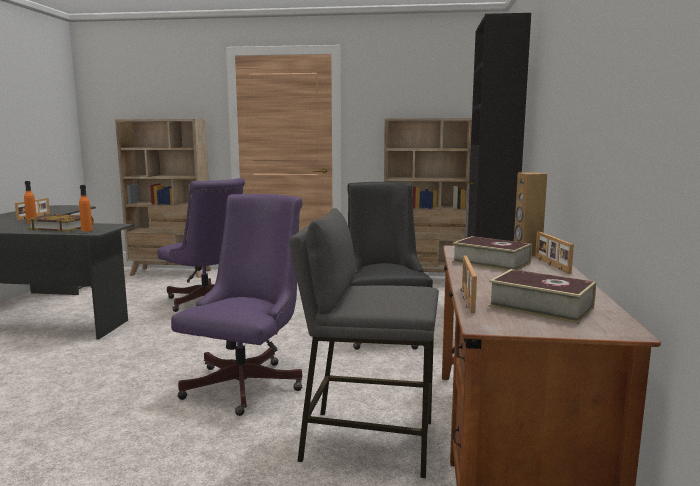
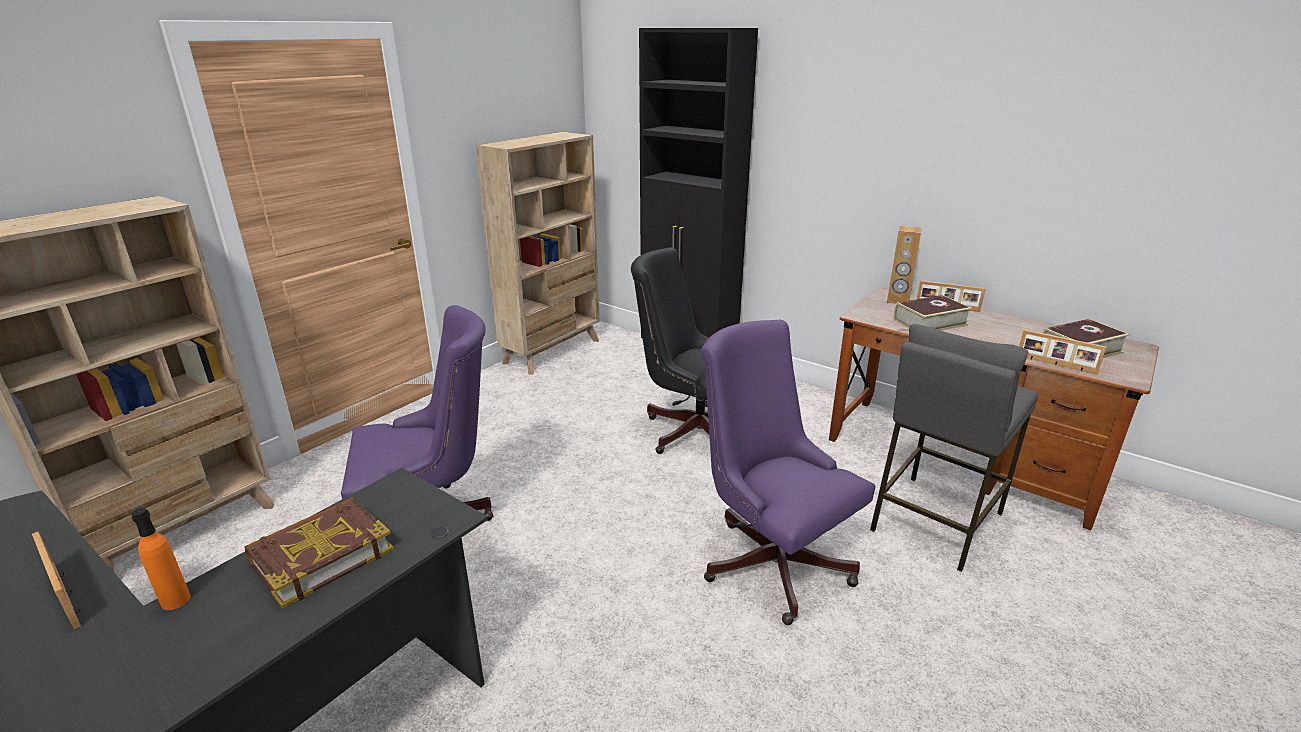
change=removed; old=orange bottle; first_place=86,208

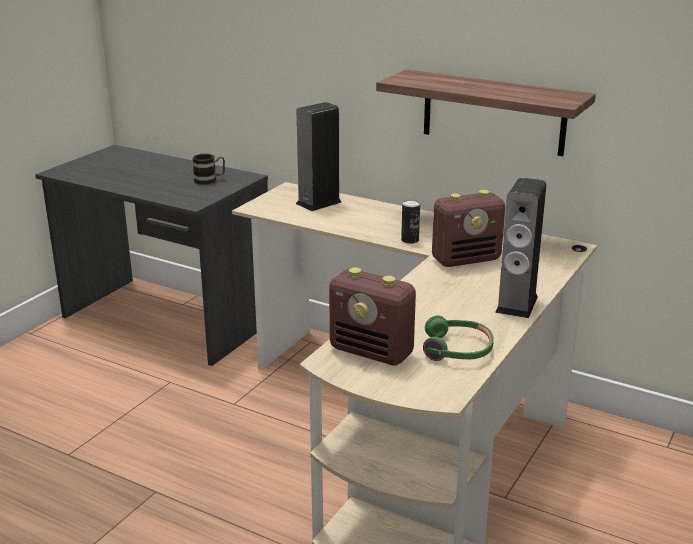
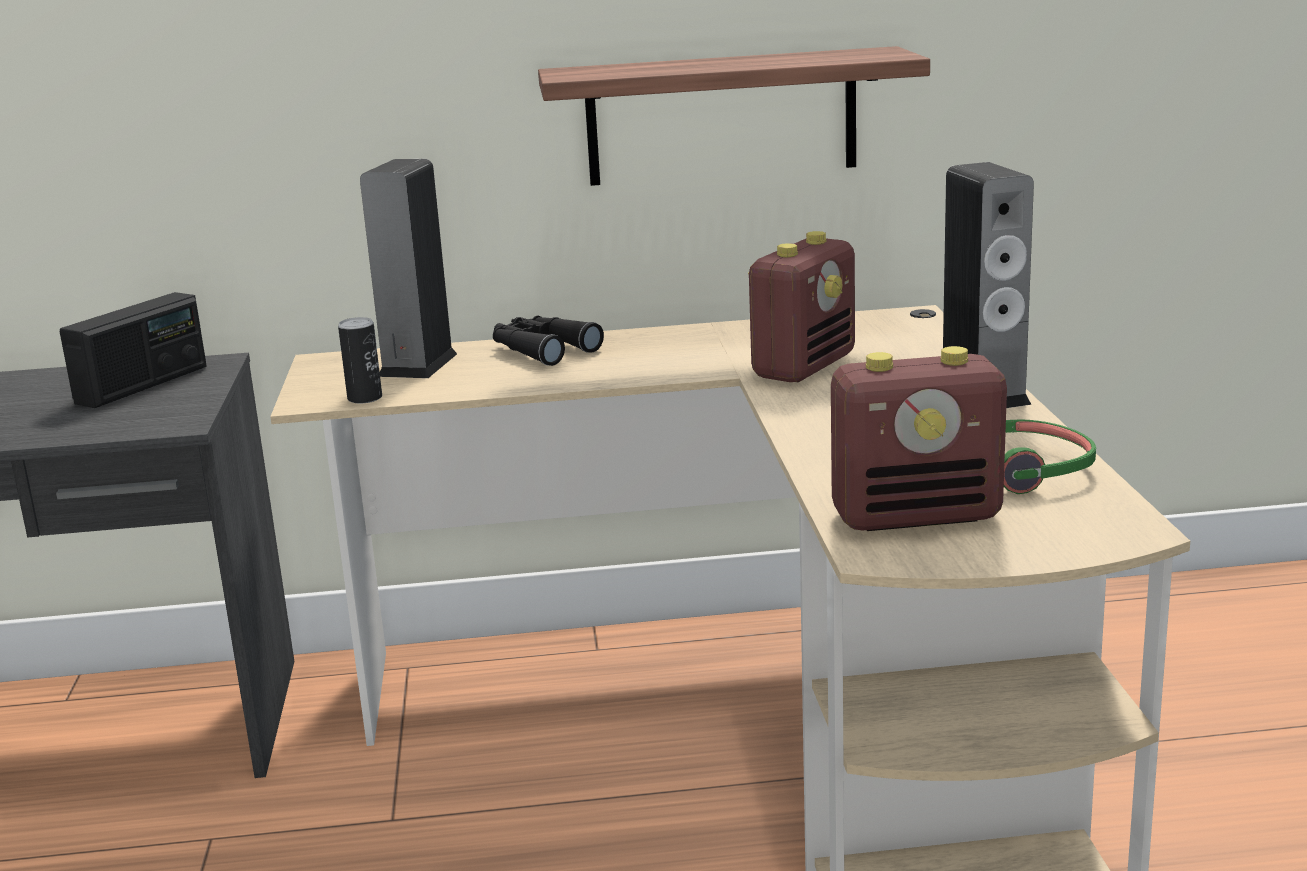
change=replaced; old=mug; new=radio; first_place=208,169; second_place=133,350
change=moved; old=can; first_place=410,222; second_place=360,360
change=added; new=black binoculars; second_place=548,341

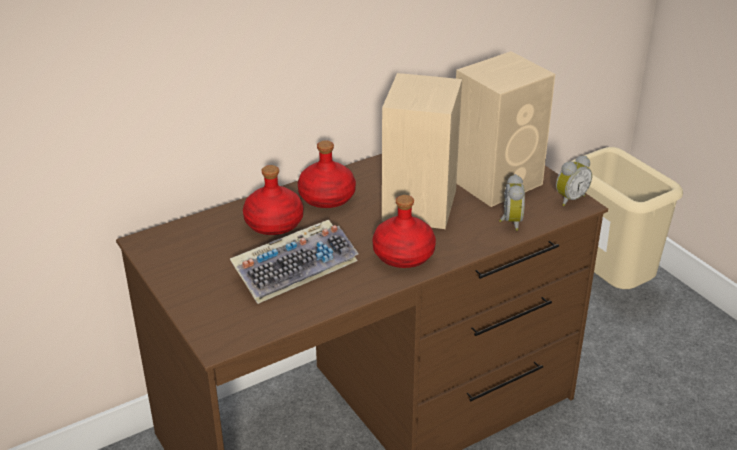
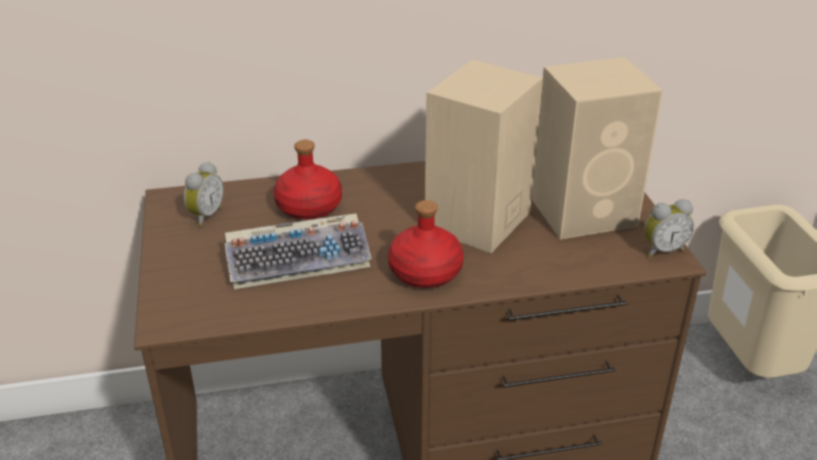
change=removed; old=red bottle; first_place=327,174
change=moved; old=alarm clock; first_place=512,202; second_place=203,194

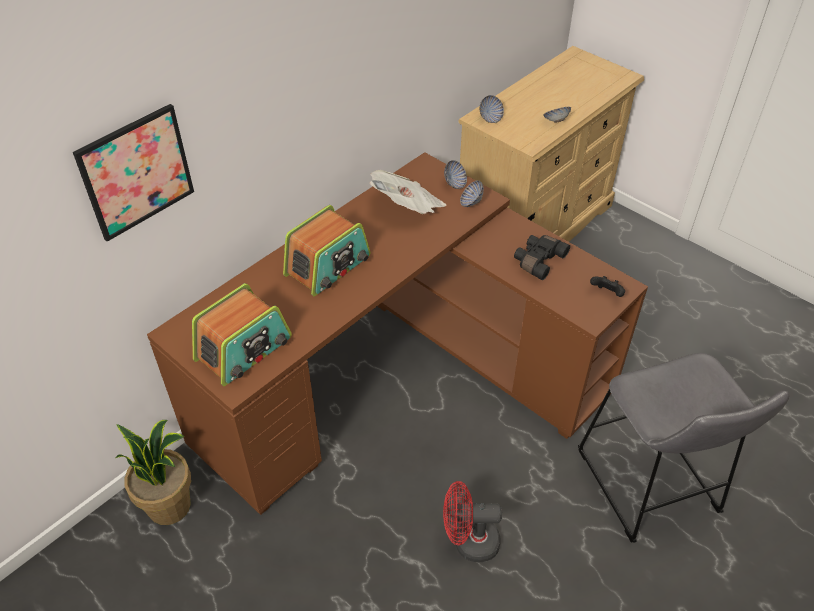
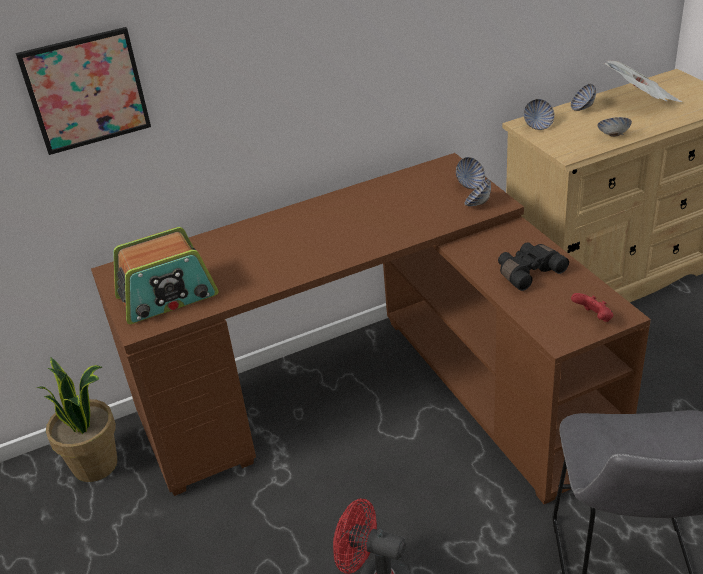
change=moved; old=newspaper; first_place=408,192; second_place=643,81
change=removed; old=radio; first_place=326,250
change=recoloured; old=black game controller; new=red game controller; first_place=607,286; second_place=592,307
change=added; new=bowl; second_place=583,97

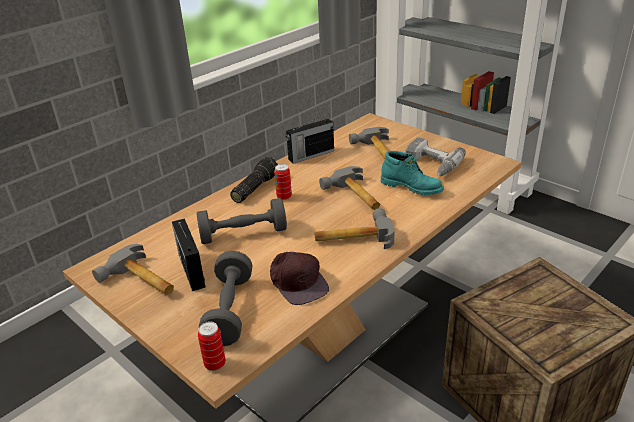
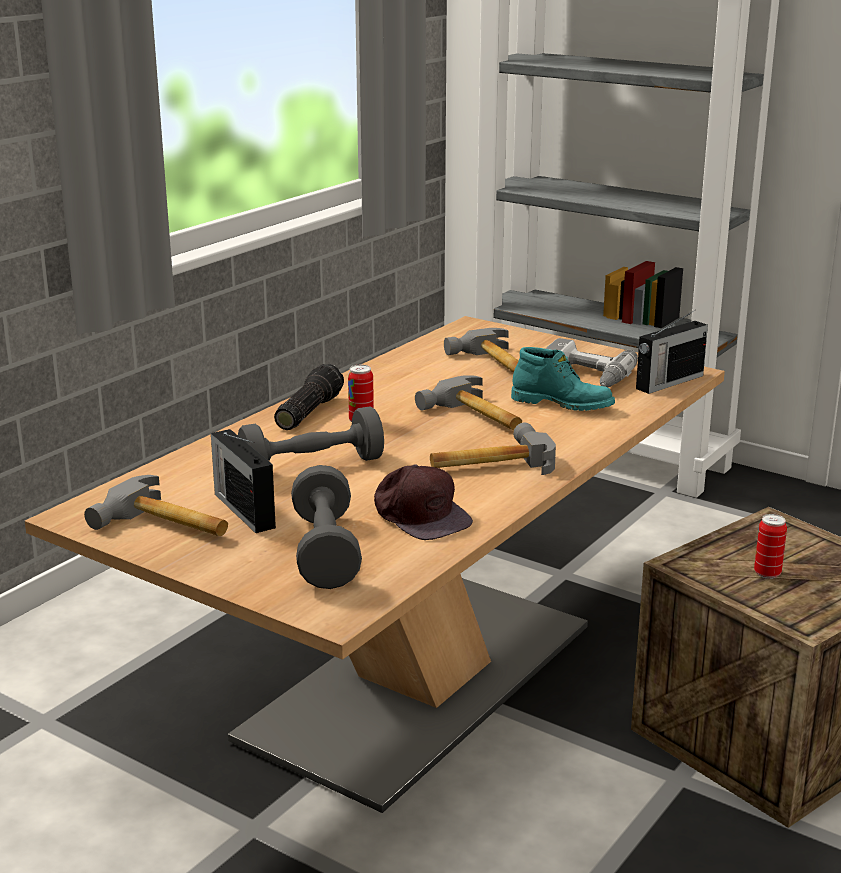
change=moved; old=radio; first_place=310,139; second_place=672,352
change=moved; old=can; first_place=212,346; second_place=770,546

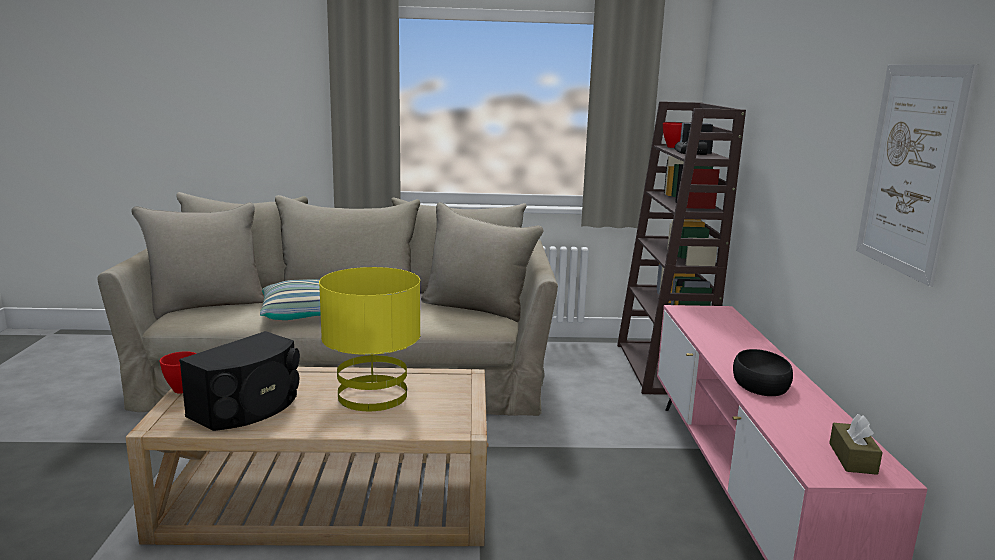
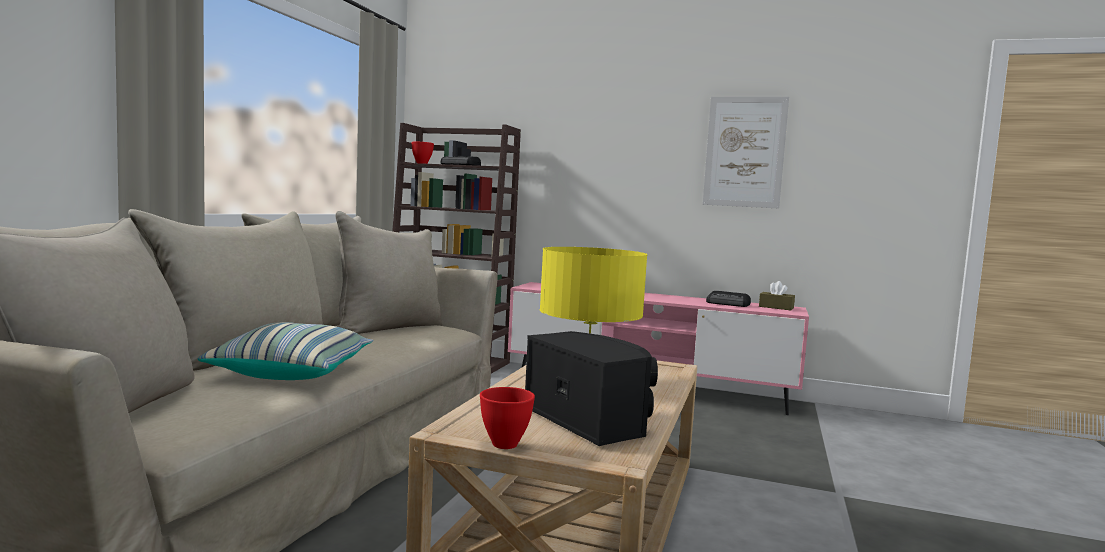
change=removed; old=black bowl; first_place=763,372
change=added; new=radio; second_place=728,299

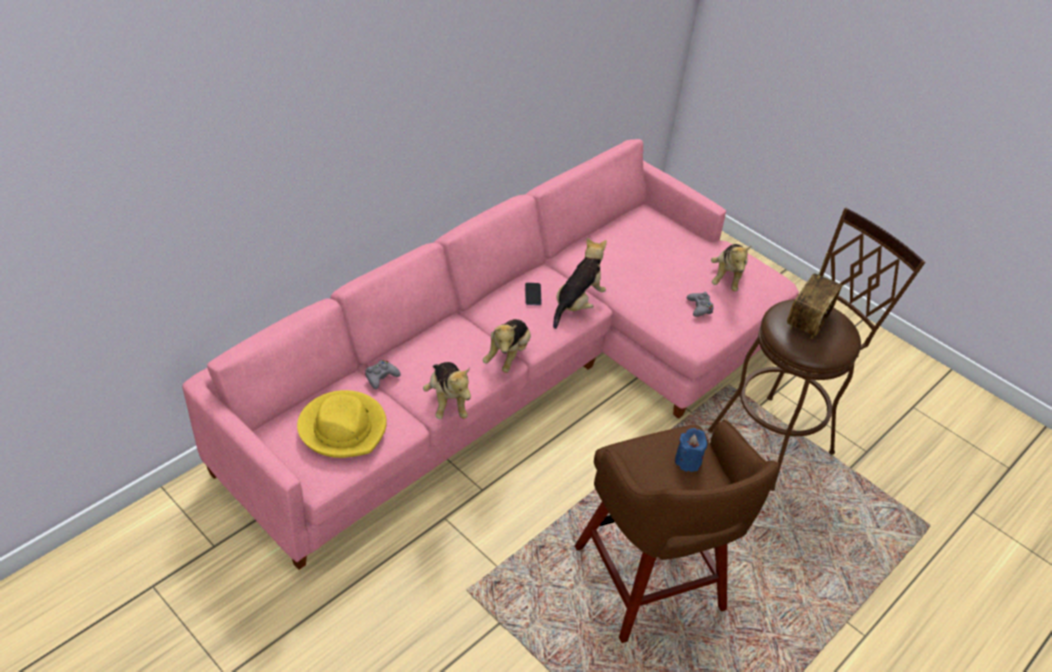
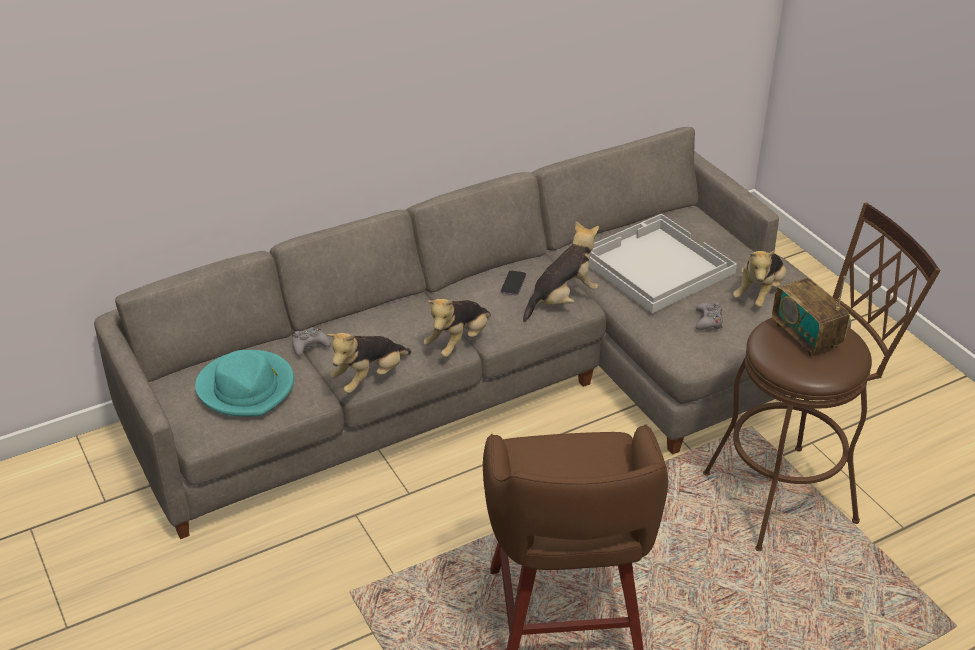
change=recoloured; old=pink sofa; new=grey sofa; first_place=490,354; second_place=472,333
change=turned; old=radio; first_place=814,295; second_place=811,316; degrees=105
change=turned; old=plush toy; first_place=447,390; second_place=369,363; degrees=45
change=recoloured; old=yellow hat; new=turquoise hat; first_place=342,424; second_place=244,383
change=removed; old=blue candle; first_place=691,450
change=added; new=white tray; second_place=663,263

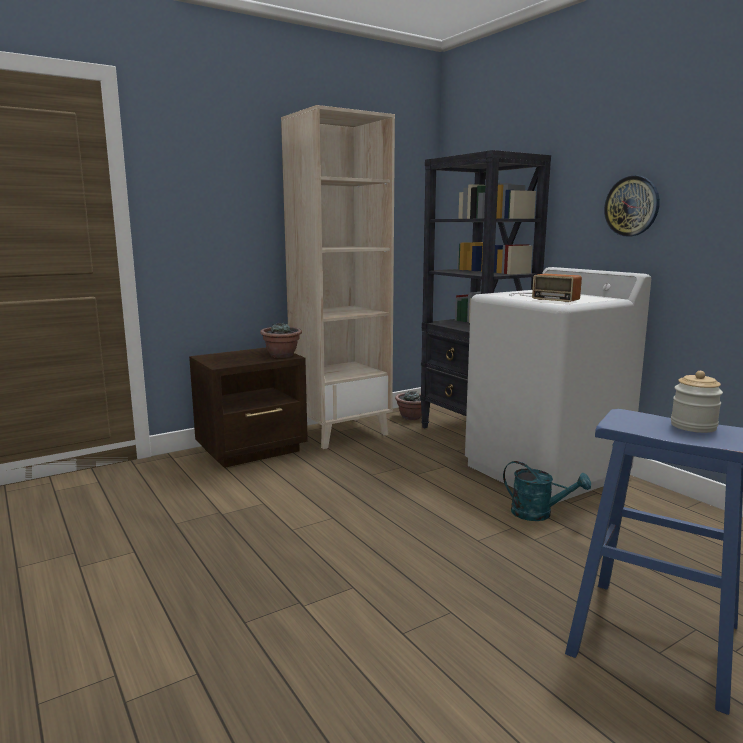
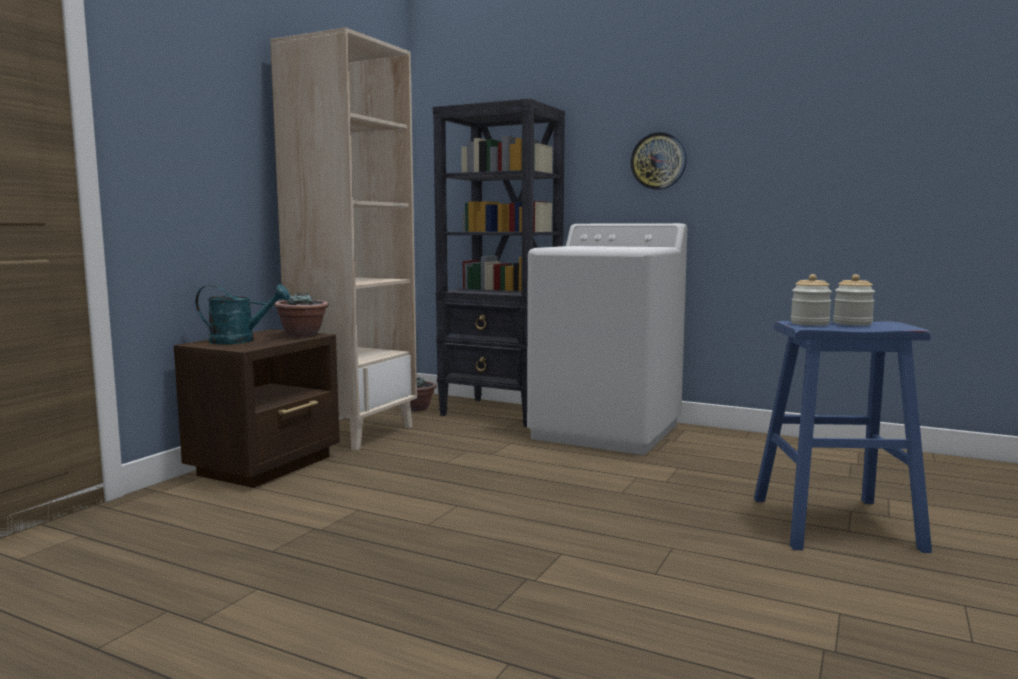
change=removed; old=radio; first_place=545,288
change=moved; old=turquoise watering can; first_place=547,491; second_place=242,314
change=added; new=jar; second_place=811,300

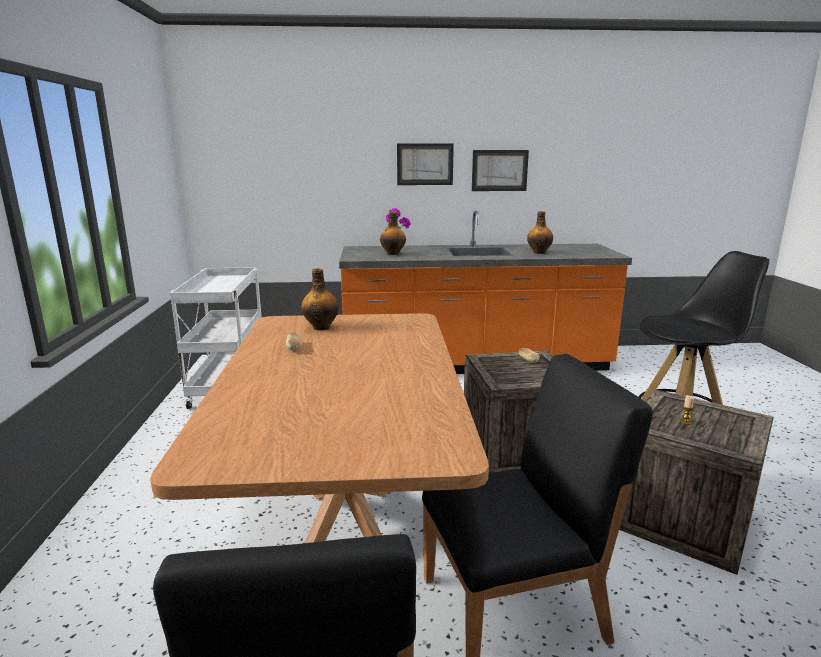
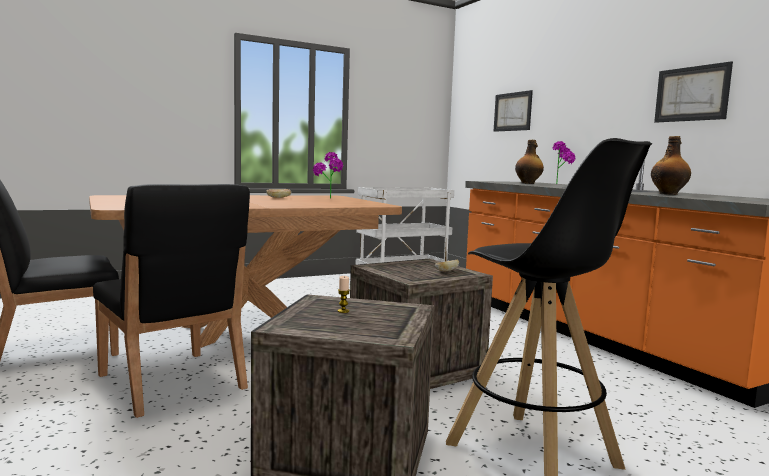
change=moved; old=picture; first_place=425,164; second_place=513,111
change=replaced; old=bottle; new=potted plant; first_place=320,299; second_place=328,175

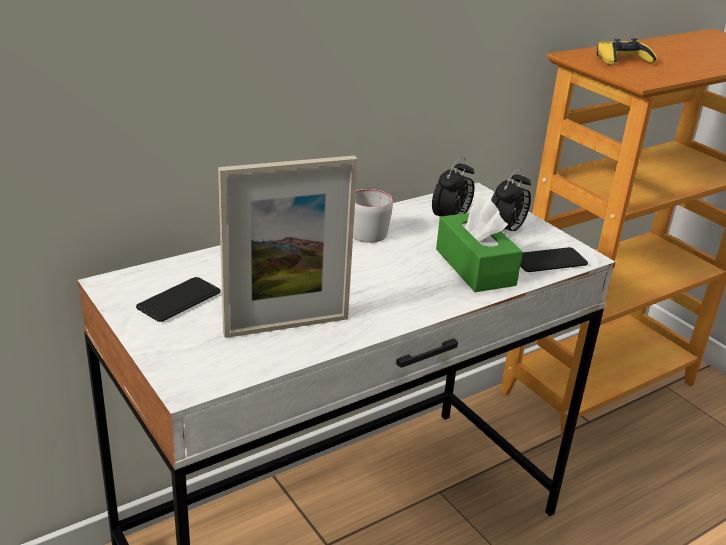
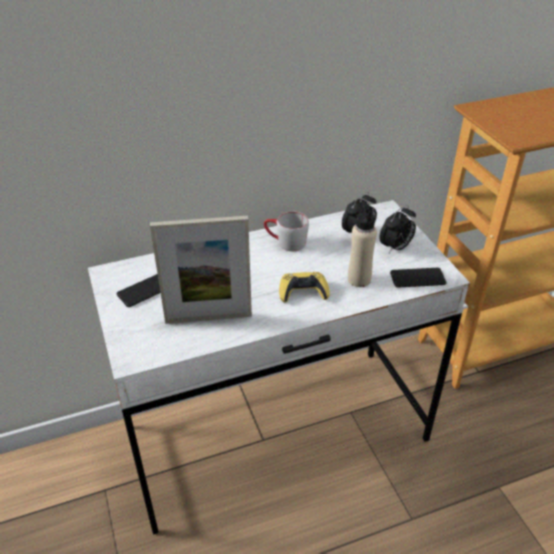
change=moved; old=yellow game controller; first_place=627,51; second_place=304,287
change=replaced; old=green tissue box; new=beige bottle; first_place=479,244; second_place=362,244

